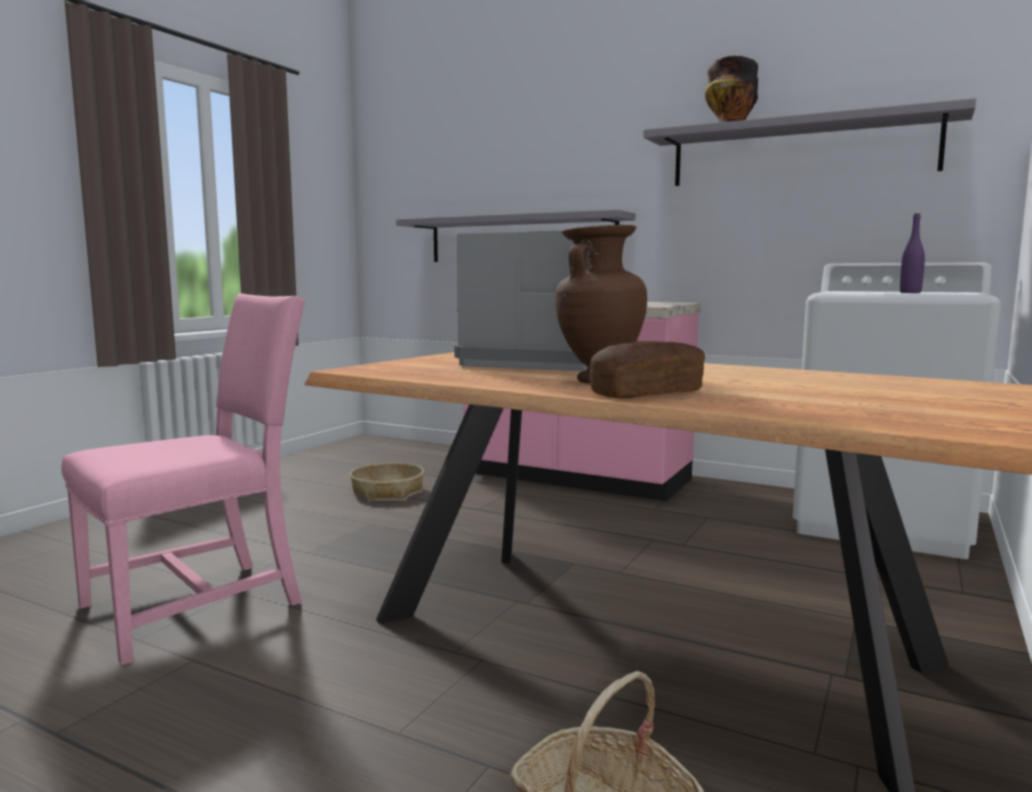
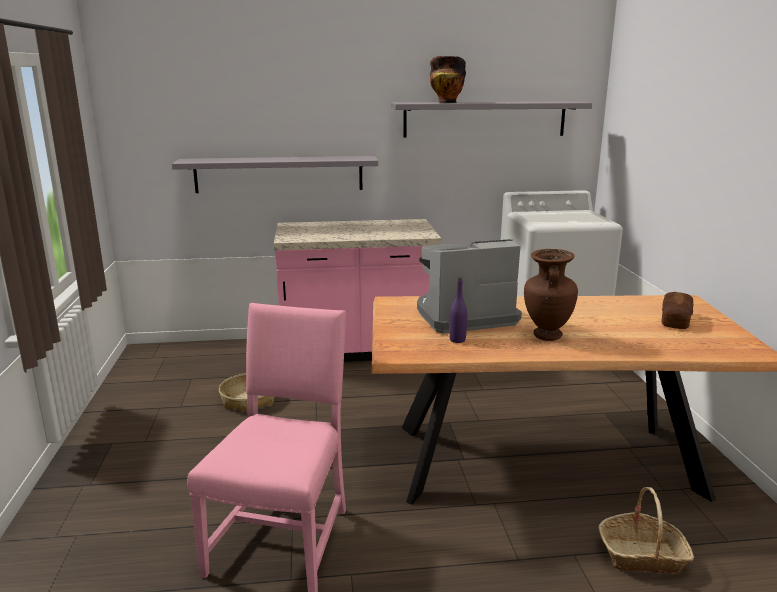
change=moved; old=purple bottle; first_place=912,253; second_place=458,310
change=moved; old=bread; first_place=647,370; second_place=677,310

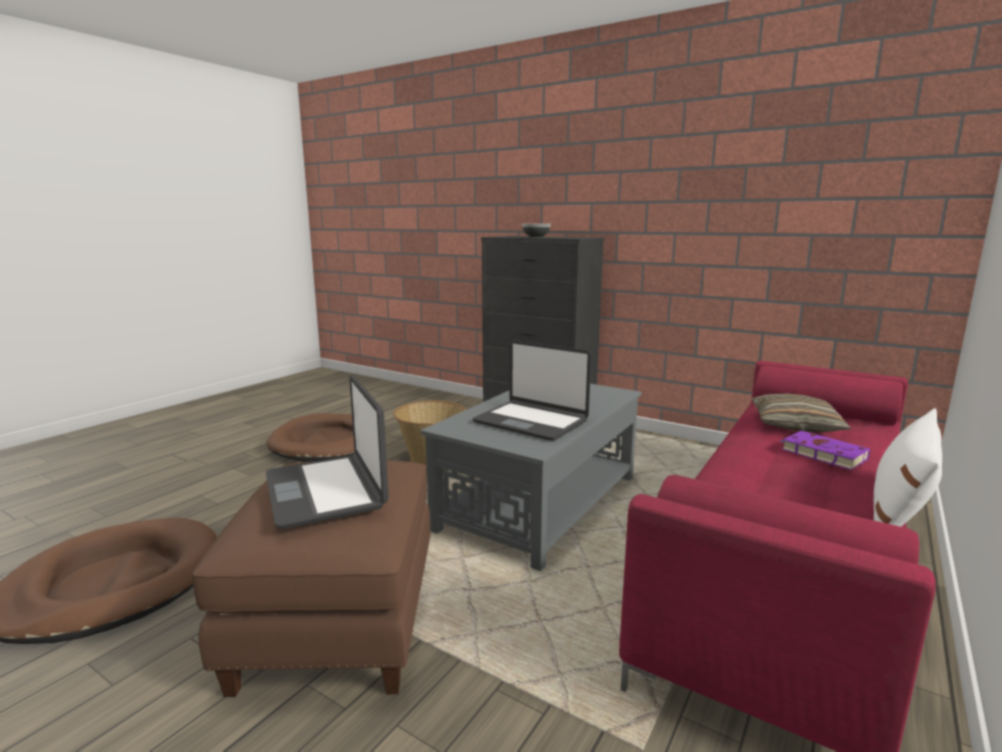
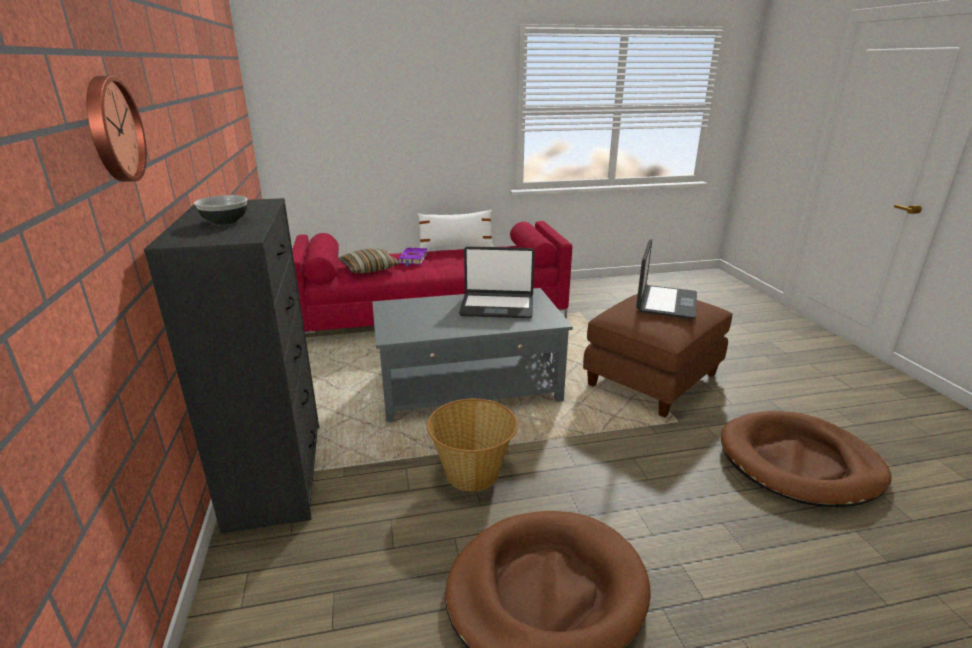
change=turned; old=laptop; first_place=532,390; second_place=497,282; degrees=105
change=added; new=wall clock; second_place=117,129

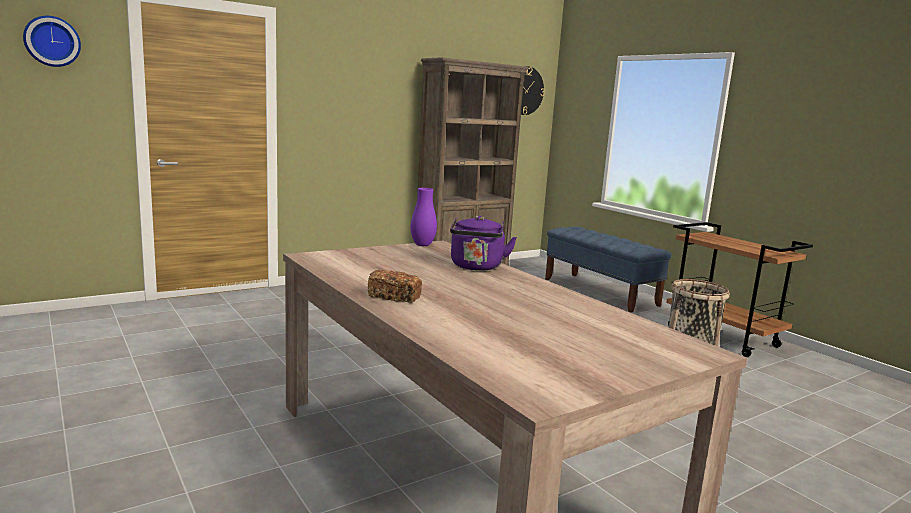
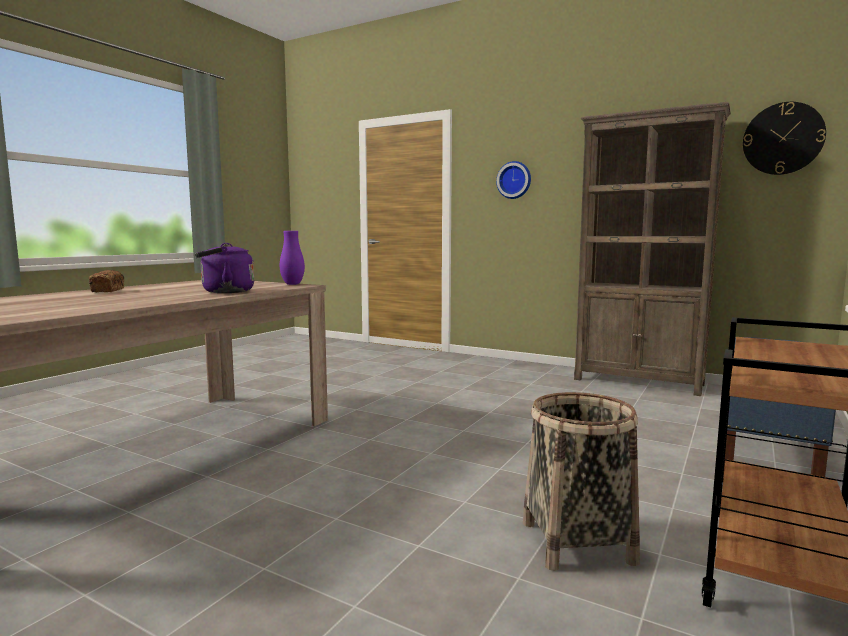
change=moved; old=wall clock; first_place=52,41; second_place=513,180

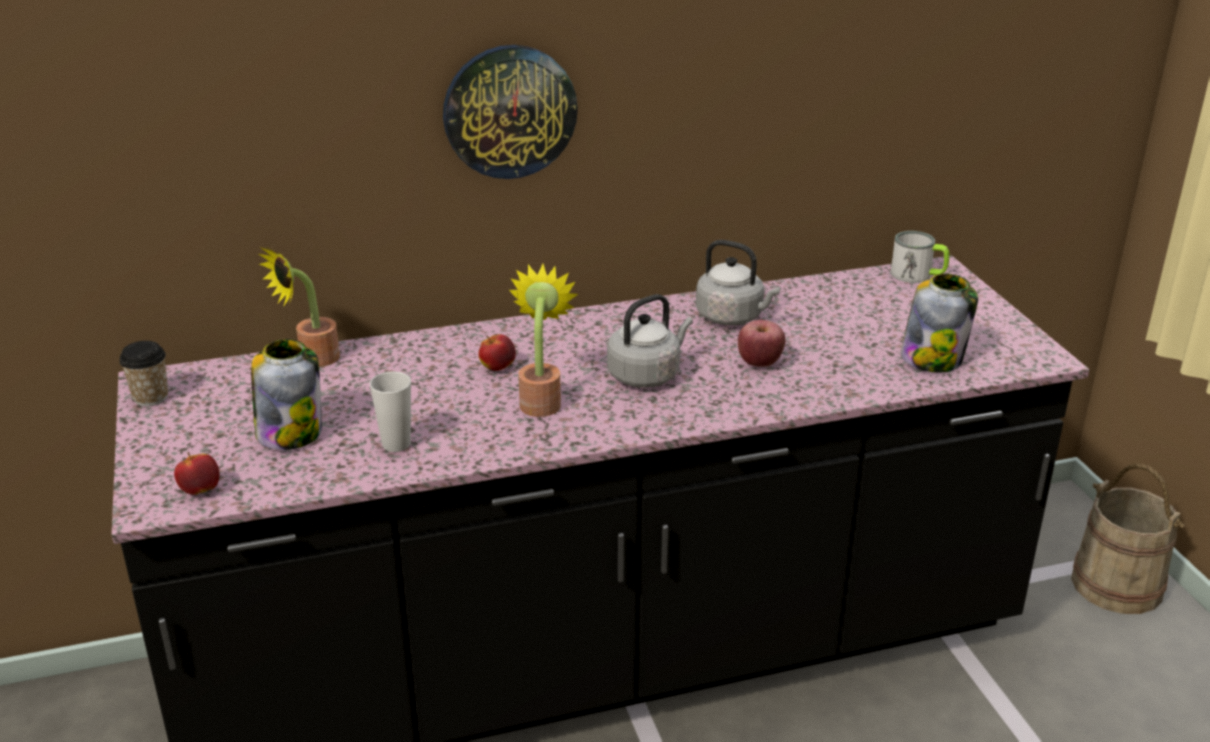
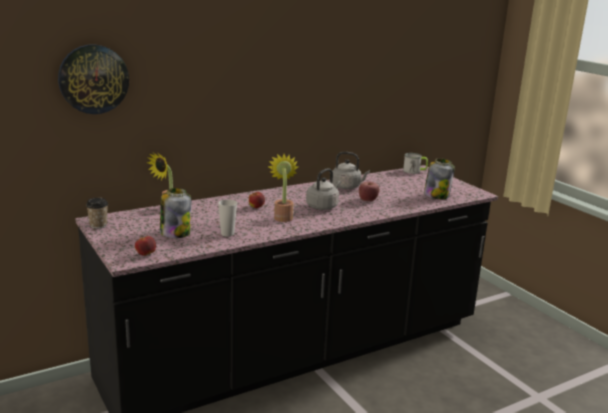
change=moved; old=wall clock; first_place=510,112; second_place=93,79
change=removed; old=beige bucket; first_place=1128,539

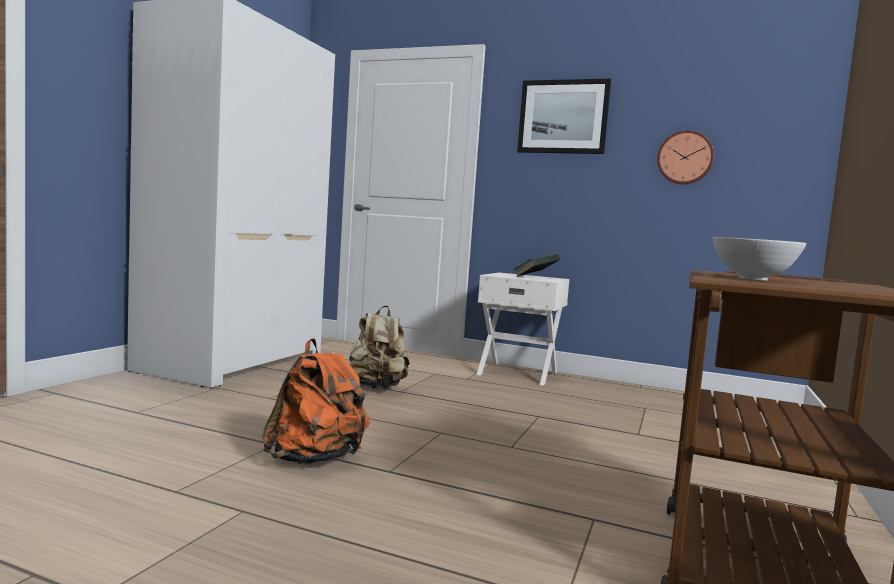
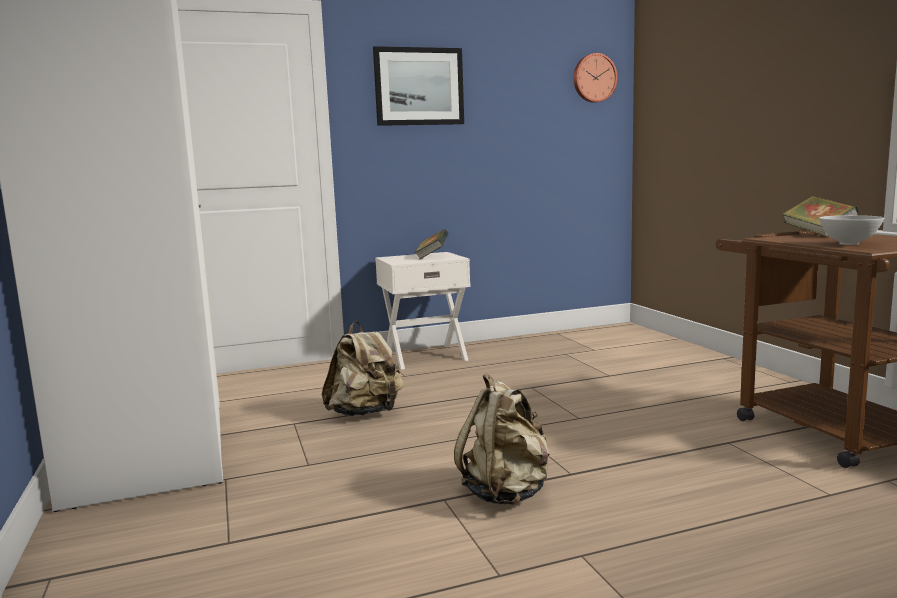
change=moved; old=wall clock; first_place=685,157; second_place=595,78
change=recoloured; old=orange backpack; new=beige backpack; first_place=316,401; second_place=501,439
change=added; new=book; second_place=821,216

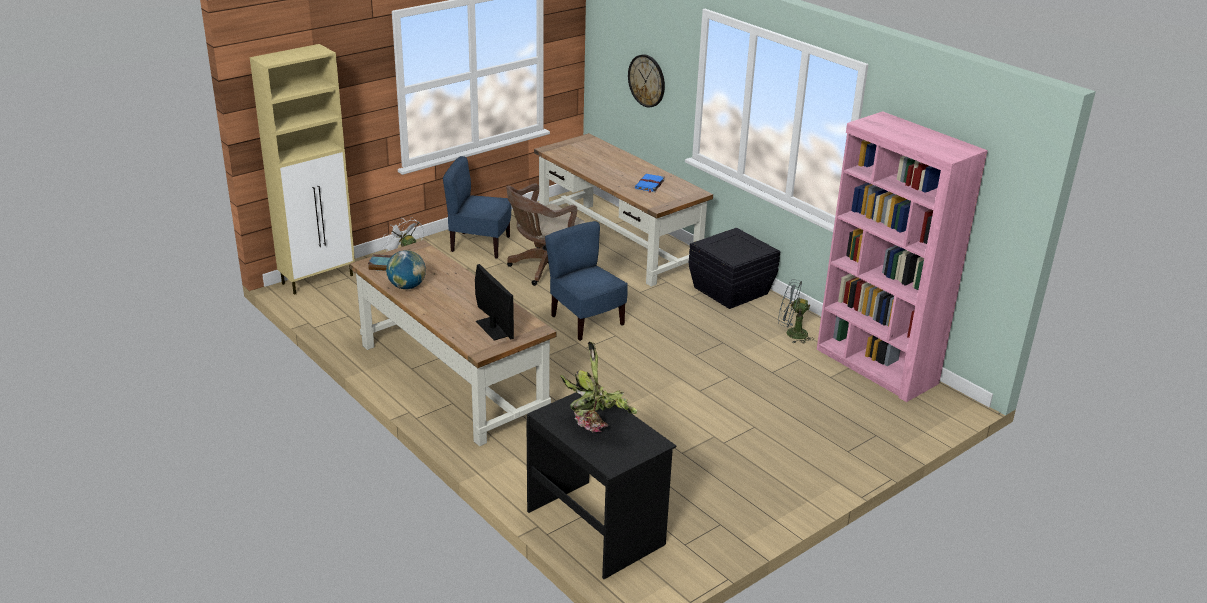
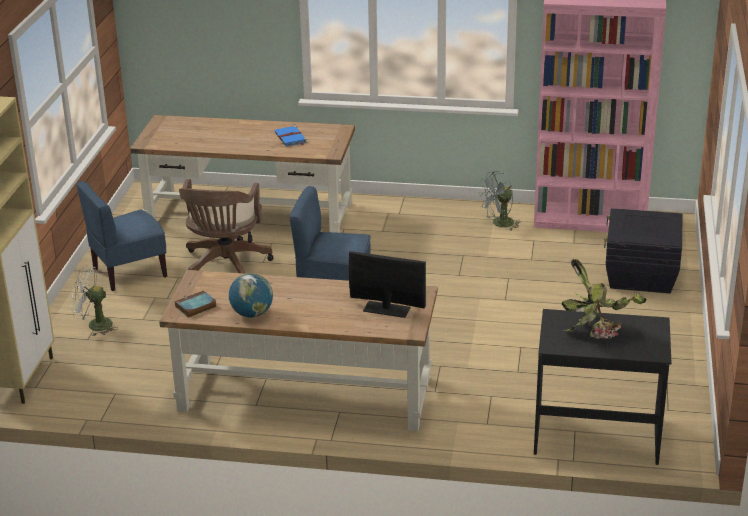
change=removed; old=wall clock; first_place=646,81
change=moved; old=black storage box; first_place=735,268; second_place=643,250

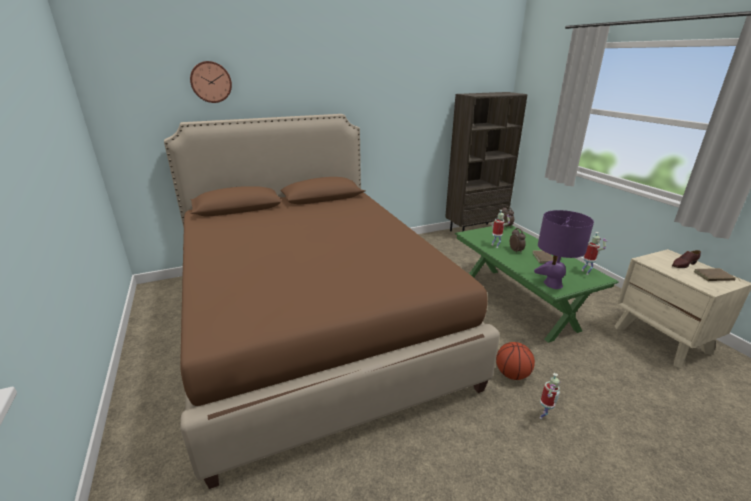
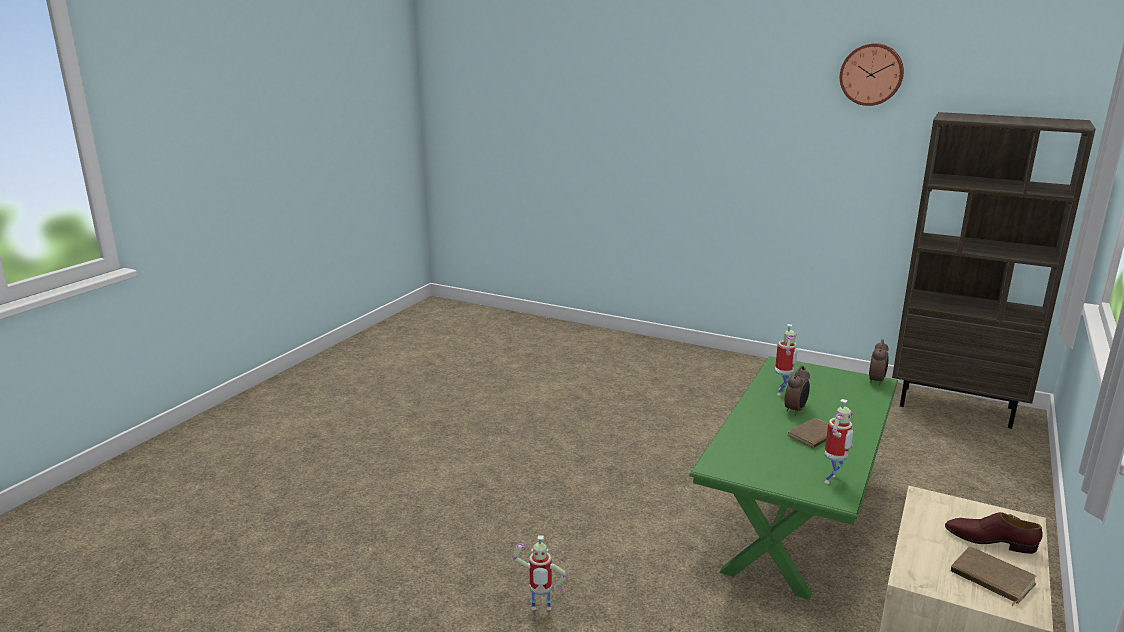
change=moved; old=wall clock; first_place=211,82; second_place=872,74
change=removed; old=brown bed; first_place=332,301
change=removed; old=purple table lamp; first_place=564,249
change=removed; old=basketball; first_place=515,361

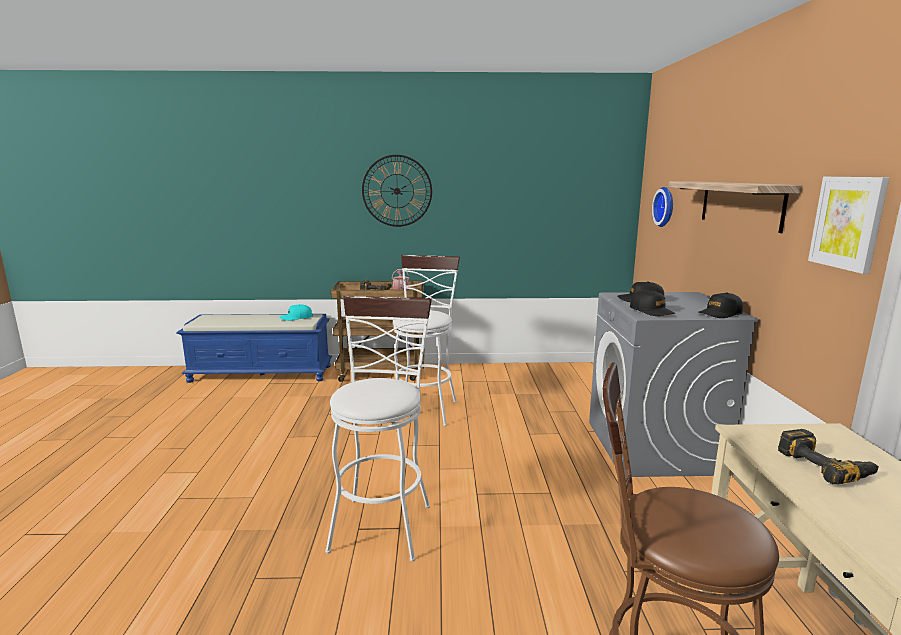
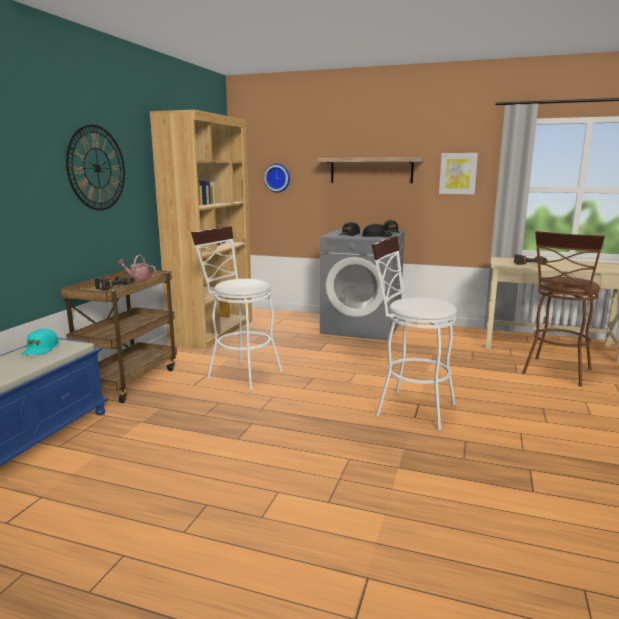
change=added; new=brown bookcase; second_place=201,229

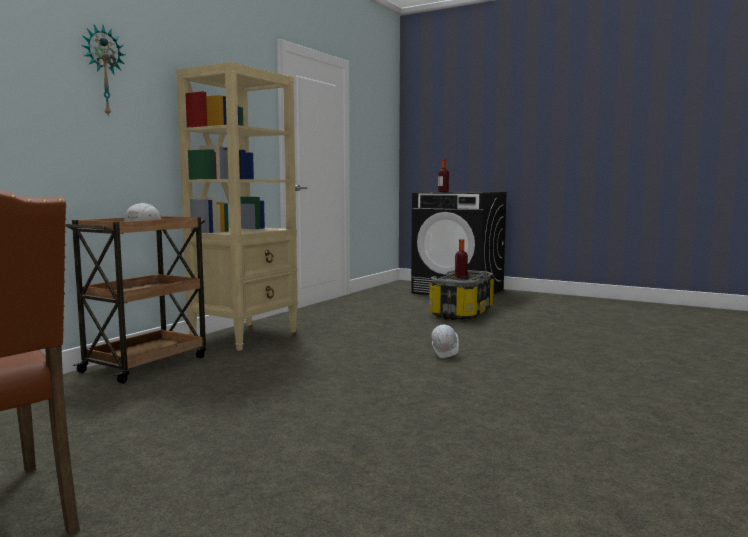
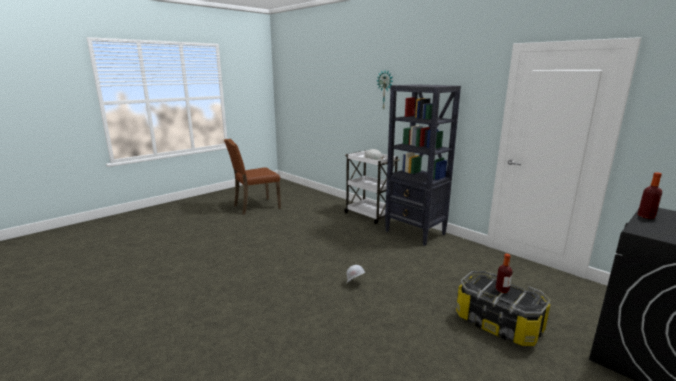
change=recoloured; old=beige bookcase; new=black bookcase; first_place=237,206; second_place=423,165
change=recoloured; old=brown cart; new=white cart; first_place=135,299; second_place=372,187

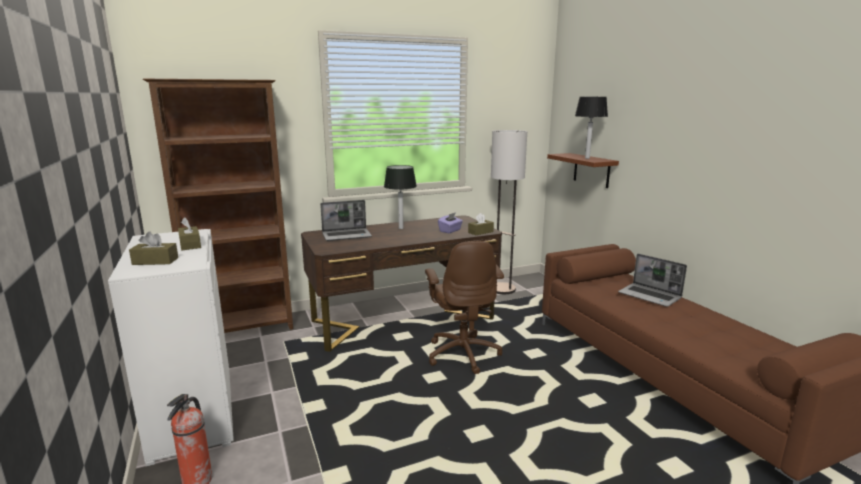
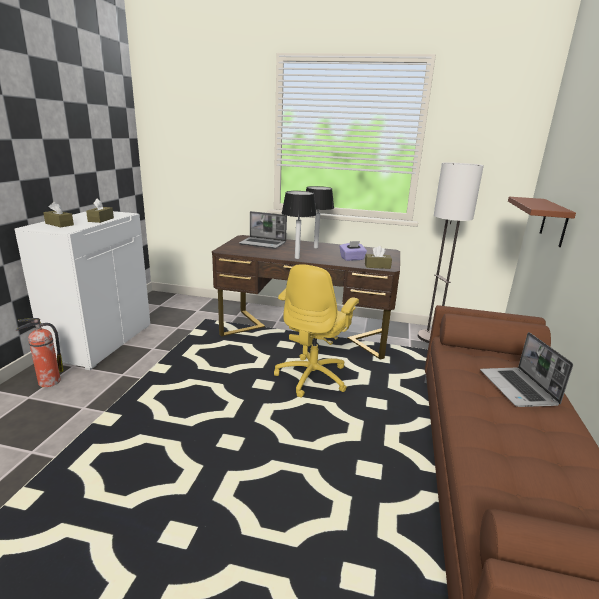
change=removed; old=brown bookcase; first_place=218,206
change=moved; old=table lamp; first_place=591,128; second_place=299,225
change=recoloured; old=brown office chair; new=yellow office chair; first_place=464,307; second_place=316,331

